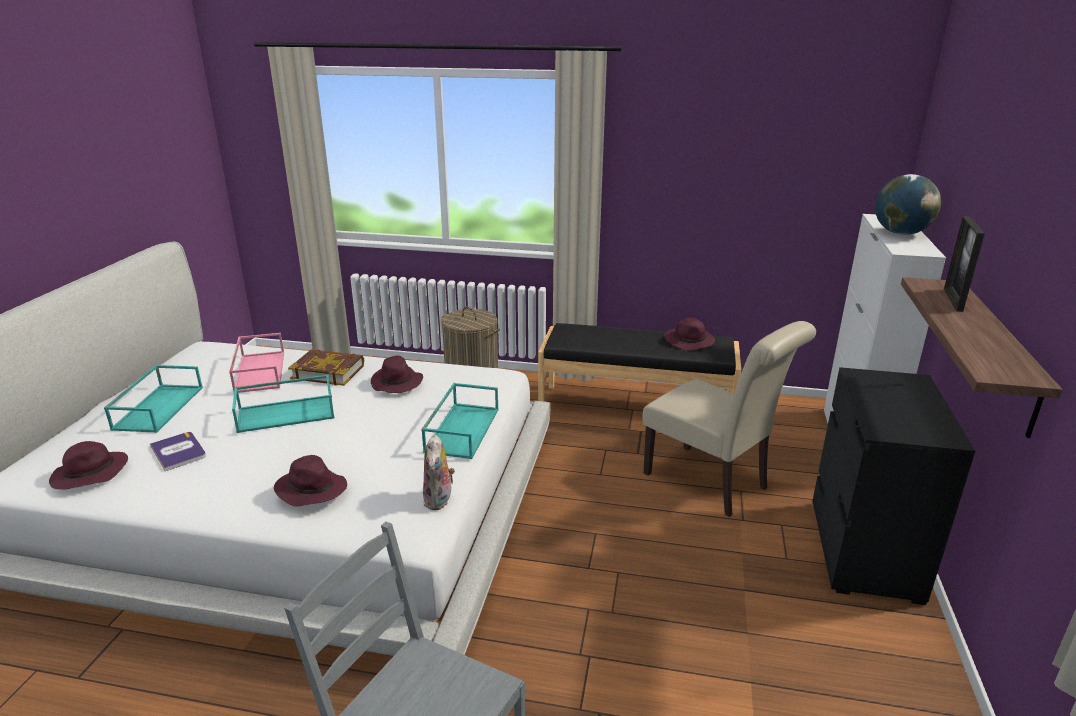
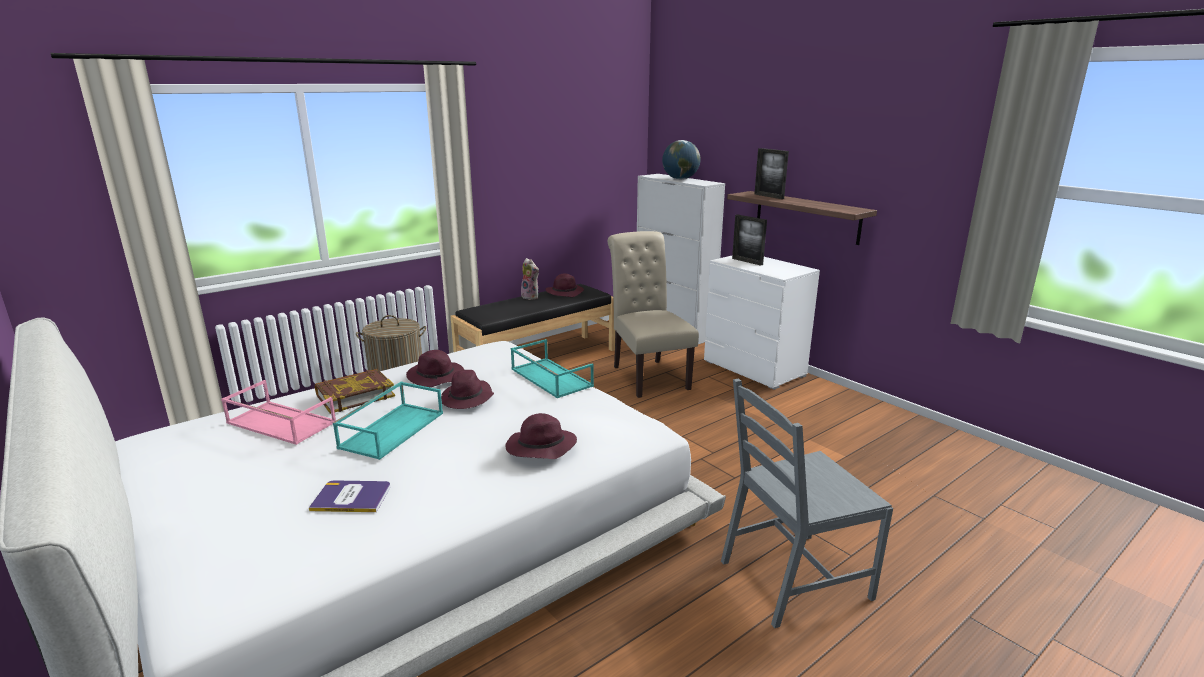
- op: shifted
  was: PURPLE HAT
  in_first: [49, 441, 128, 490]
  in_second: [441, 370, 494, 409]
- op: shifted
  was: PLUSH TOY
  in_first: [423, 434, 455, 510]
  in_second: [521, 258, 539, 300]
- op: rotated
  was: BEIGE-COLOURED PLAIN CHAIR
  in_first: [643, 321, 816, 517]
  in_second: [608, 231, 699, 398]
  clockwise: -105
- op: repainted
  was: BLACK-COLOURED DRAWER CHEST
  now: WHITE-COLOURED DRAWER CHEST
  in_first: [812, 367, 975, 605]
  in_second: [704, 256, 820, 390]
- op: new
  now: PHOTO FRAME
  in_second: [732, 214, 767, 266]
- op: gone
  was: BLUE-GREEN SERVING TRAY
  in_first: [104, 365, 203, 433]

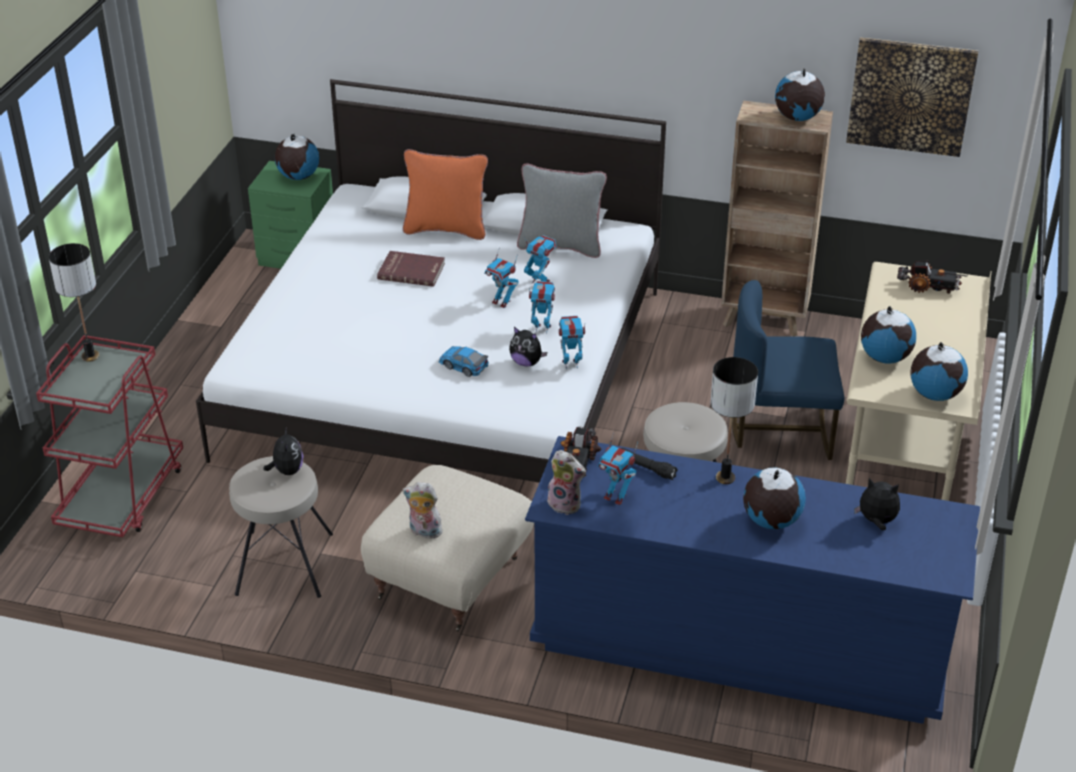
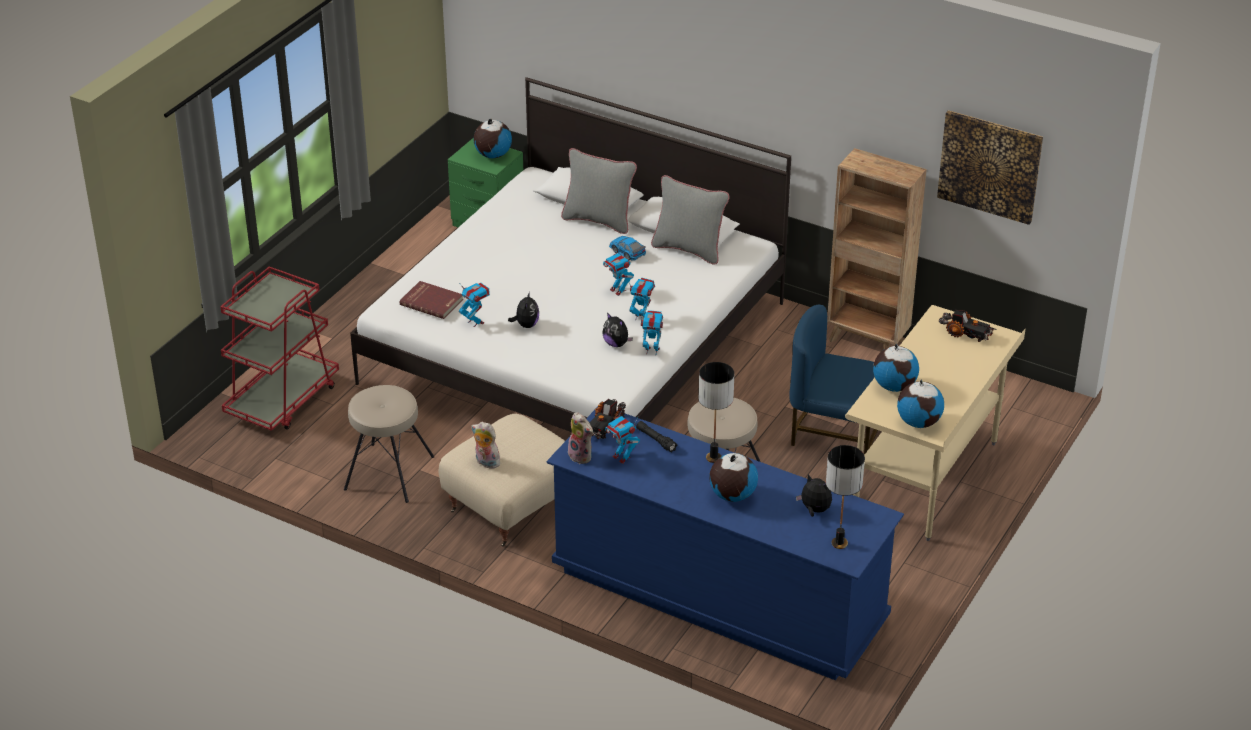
- op: shifted
  was: RED-COLOURED BOUND BOOK
  in_first: [377, 251, 445, 287]
  in_second: [400, 281, 463, 319]
- op: shifted
  was: MODEL ROBOT
  in_first: [524, 235, 556, 283]
  in_second: [459, 283, 490, 327]
- op: shifted
  was: PLUSH TOY
  in_first: [264, 427, 303, 475]
  in_second: [508, 291, 539, 328]
- op: repainted
  was: ORANGE-COLOURED PILLOW
  now: GREY PILLOW
  in_first: [403, 149, 488, 240]
  in_second: [561, 148, 637, 234]
- op: shifted
  was: TOY CAR
  in_first: [438, 346, 489, 377]
  in_second: [609, 236, 646, 261]
- op: shifted
  was: TABLE LAMP
  in_first: [49, 243, 100, 362]
  in_second: [826, 445, 865, 549]
- op: gone
  was: WORLD GLOBE
  in_first: [775, 68, 825, 121]

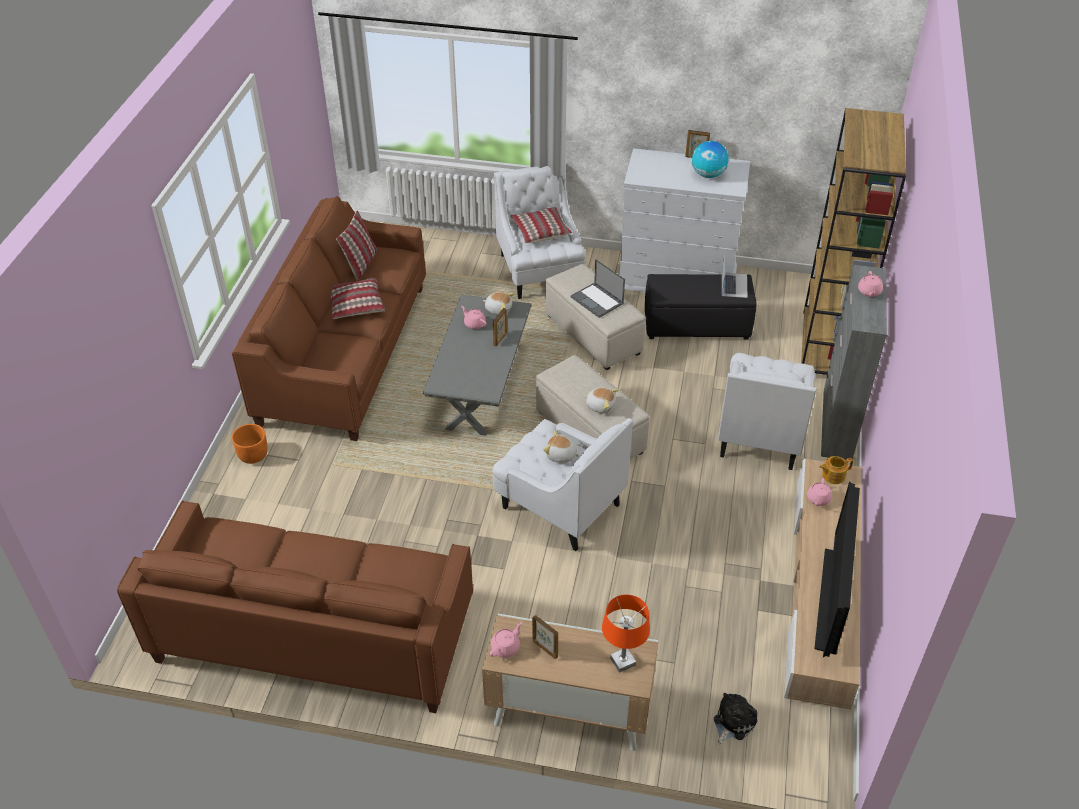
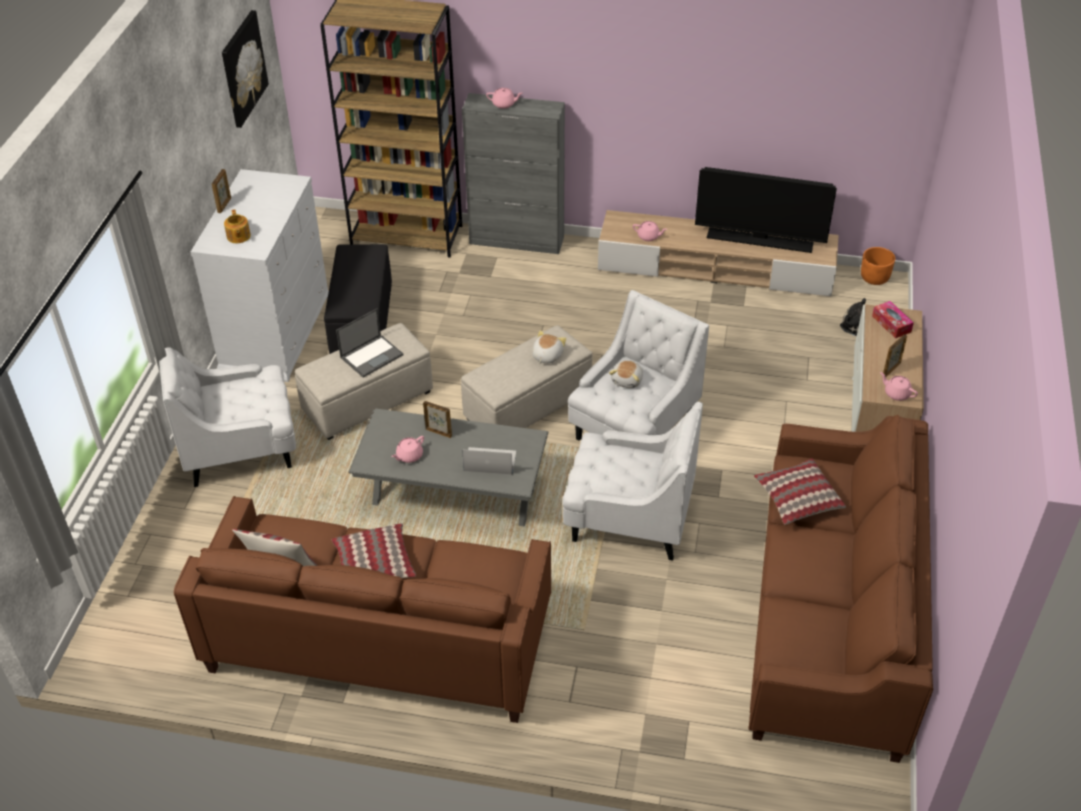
- op: new
  now: WALL ART
  in_second: [222, 10, 269, 128]
- op: shifted
  was: POT FOR TEA
  in_first: [819, 456, 853, 484]
  in_second: [224, 210, 251, 243]
- op: shifted
  was: LAPTOP
  in_first: [722, 254, 748, 298]
  in_second: [462, 447, 516, 475]
- op: shifted
  was: WHITE-COLOURED LOUNGE CHAIR
  in_first: [718, 353, 816, 470]
  in_second: [562, 402, 703, 560]
- op: shifted
  was: PILLOW
  in_first: [510, 207, 572, 243]
  in_second: [754, 458, 846, 525]
- op: shifted
  was: ORANGE-COLOURED PLANT POT
  in_first: [232, 424, 268, 464]
  in_second: [861, 247, 895, 285]
- op: swapped
  was: ORANGE-COLOURED TABLE LAMP
  now: TISSUE HOLDER
  in_first: [602, 595, 650, 673]
  in_second: [872, 301, 914, 338]
- op: gone
  was: PLUSH TOY
  in_first: [483, 292, 515, 315]
- op: gone
  was: WORLD GLOBE
  in_first: [692, 141, 729, 178]

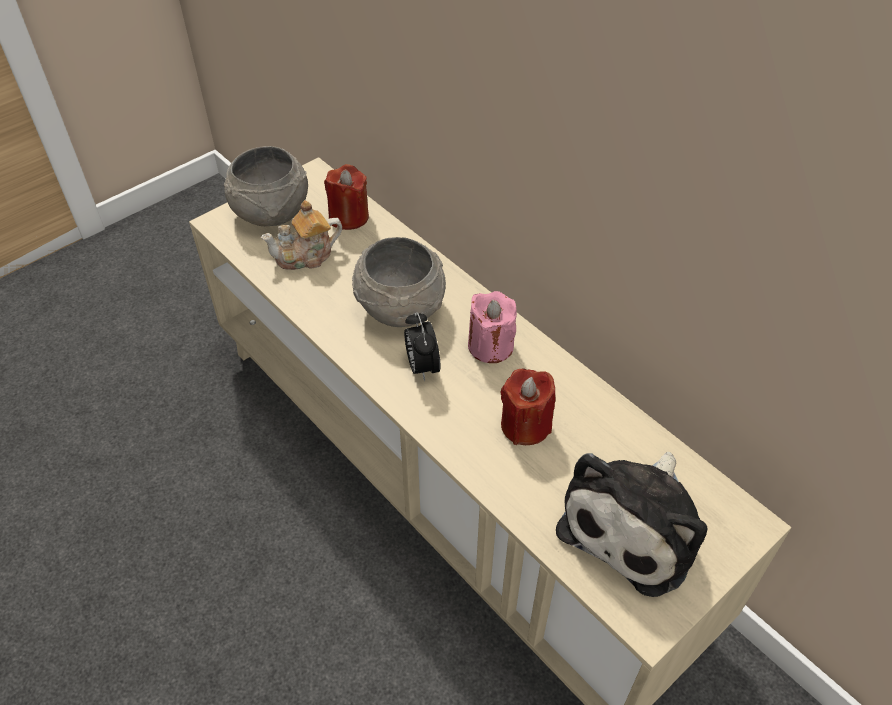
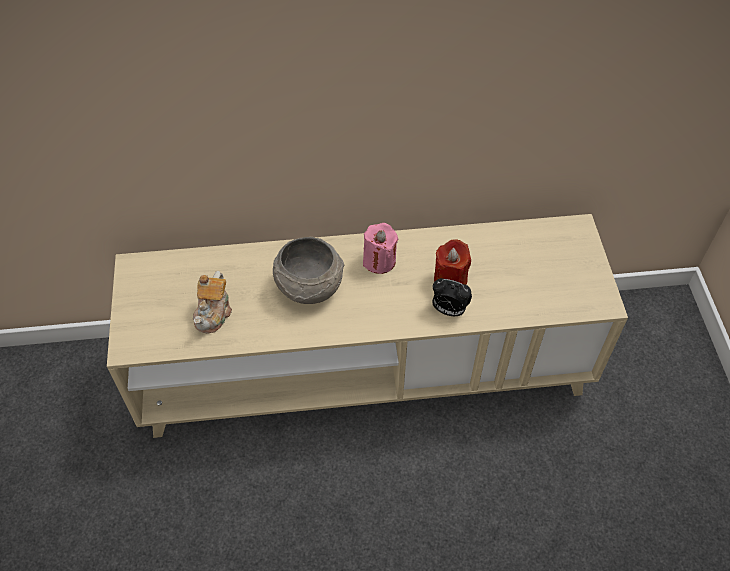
- op: shifted
  was: TABLE CLOCK
  in_first: [404, 312, 441, 381]
  in_second: [432, 278, 472, 316]
- op: gone
  was: GREY BOWL
  in_first: [224, 146, 308, 226]
- op: gone
  was: RED-COLOURED WAX CANDLE
  in_first: [324, 164, 369, 230]
- op: gone
  was: PLUSH TOY
  in_first: [556, 452, 707, 597]

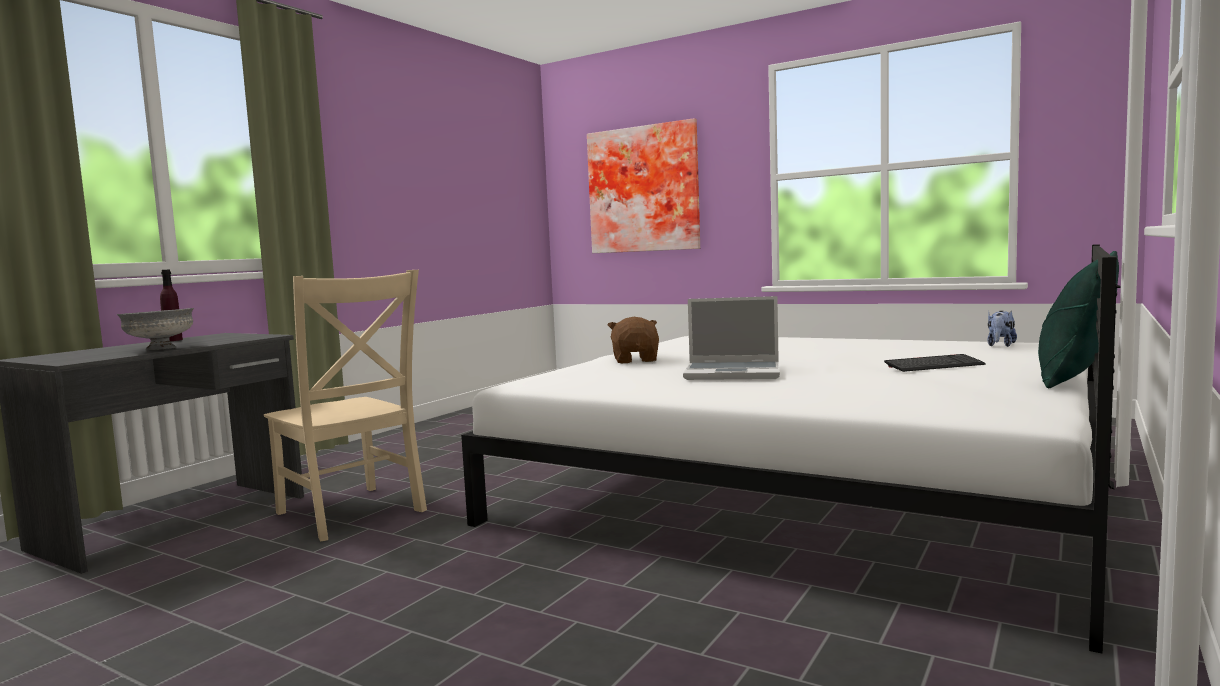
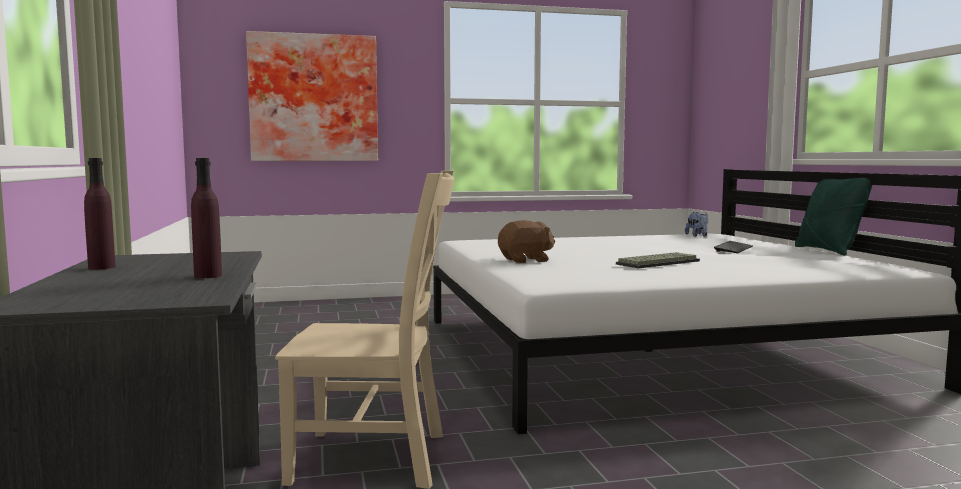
- op: swapped
  was: GREY BOWL
  now: PURPLE BOTTLE
  in_first: [117, 308, 194, 350]
  in_second: [191, 158, 222, 278]
- op: rotated
  was: BROWN-COLOURED PLUSH TOY
  in_first: [608, 317, 659, 363]
  in_second: [498, 220, 555, 263]
  clockwise: 120
- op: swapped
  was: LAPTOP
  now: KEYBOARD
  in_first: [683, 296, 780, 380]
  in_second: [616, 252, 700, 268]

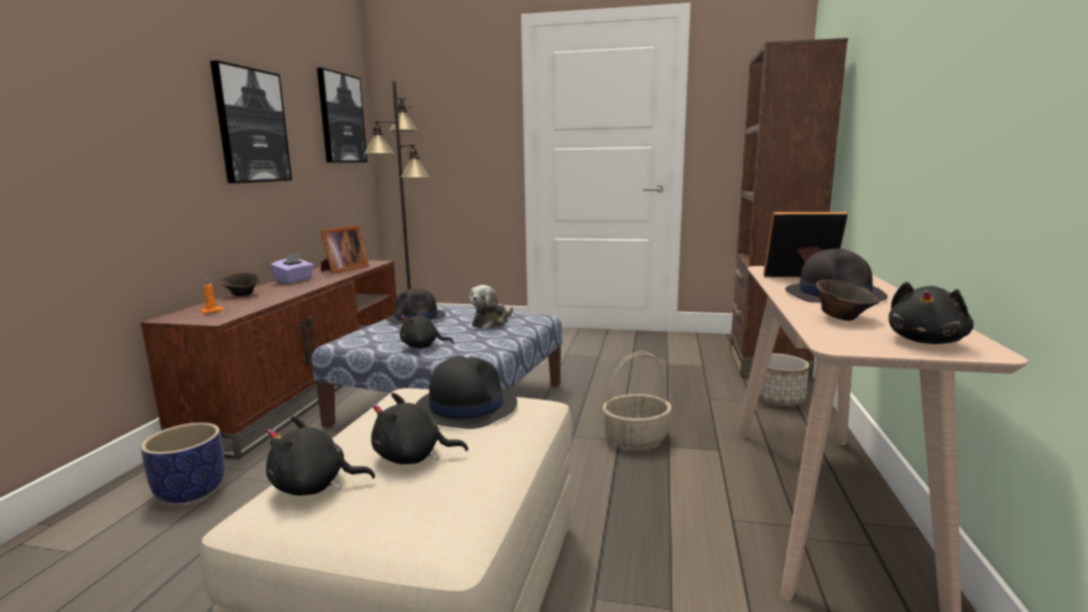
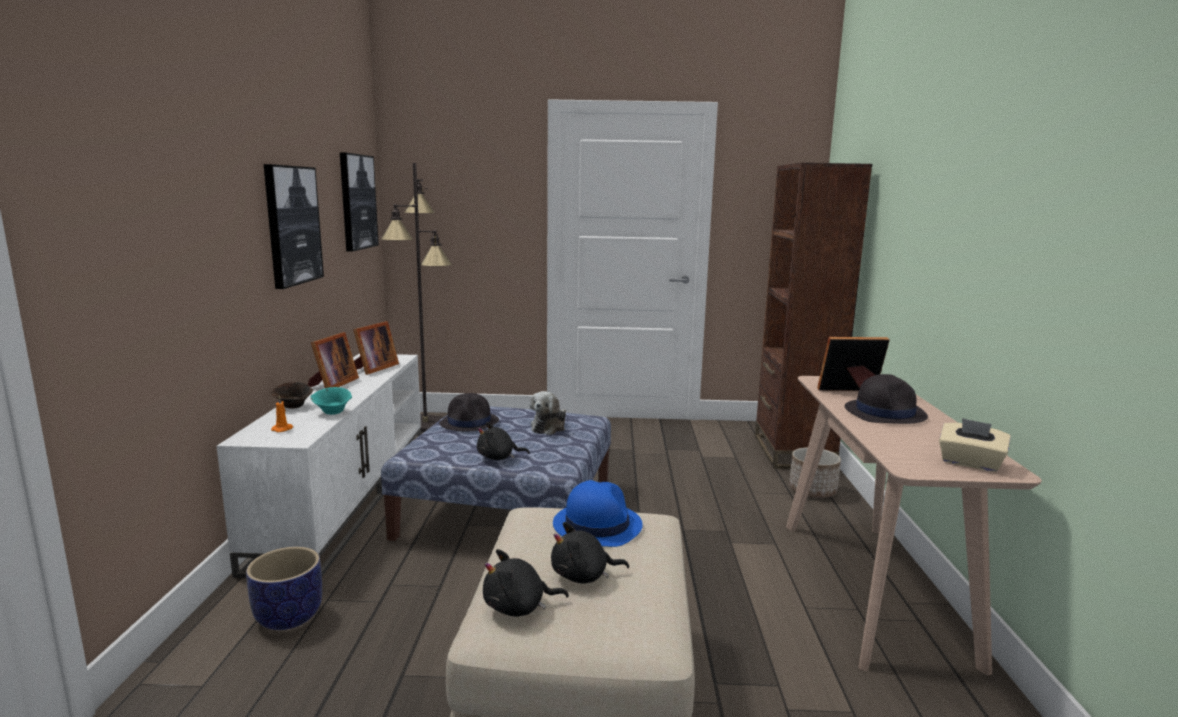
- op: repainted
  was: BROWN-COLOURED TV STAND
  now: WHITE-COLOURED TV STAND
  in_first: [141, 260, 397, 460]
  in_second: [216, 353, 421, 578]
- op: swapped
  was: PURPLE TISSUE HOLDER
  now: PHOTO FRAME
  in_first: [270, 253, 314, 283]
  in_second: [308, 332, 359, 388]
- op: new
  now: BLUE-GREEN BOWL
  in_second: [310, 387, 352, 415]
- op: repainted
  was: BLACK-COLOURED HAT
  now: BLUE-COLOURED HAT
  in_first: [416, 356, 517, 429]
  in_second: [553, 480, 643, 547]
- op: swapped
  was: BLACK-COLOURED PLUSH TOY
  now: BEIGE-COLOURED TISSUE HOLDER
  in_first: [889, 282, 974, 344]
  in_second: [939, 418, 1011, 472]
- op: gone
  was: BASKET
  in_first: [603, 351, 672, 448]
- op: gone
  was: BROWN-COLOURED BOWL
  in_first: [816, 280, 879, 321]

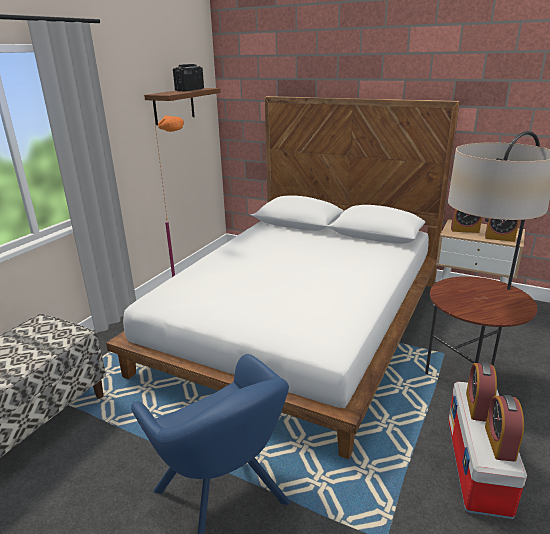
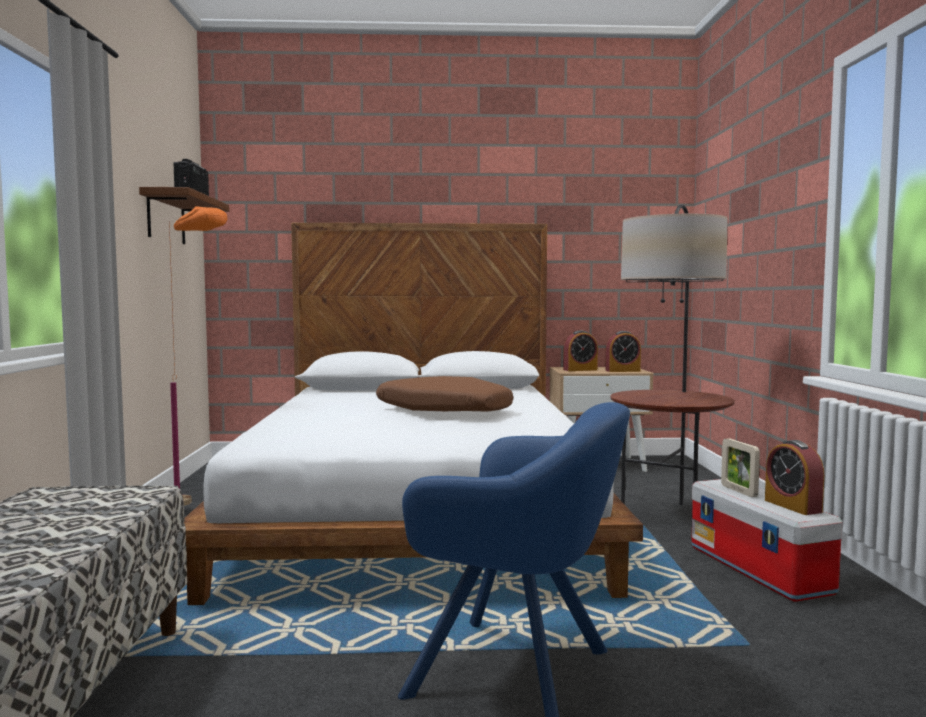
- op: new
  now: BROWN-COLOURED PILLOW
  in_second: [376, 376, 514, 412]
- op: swapped
  was: TABLE CLOCK
  now: PHOTO FRAME
  in_first: [466, 362, 497, 422]
  in_second: [721, 438, 760, 497]

